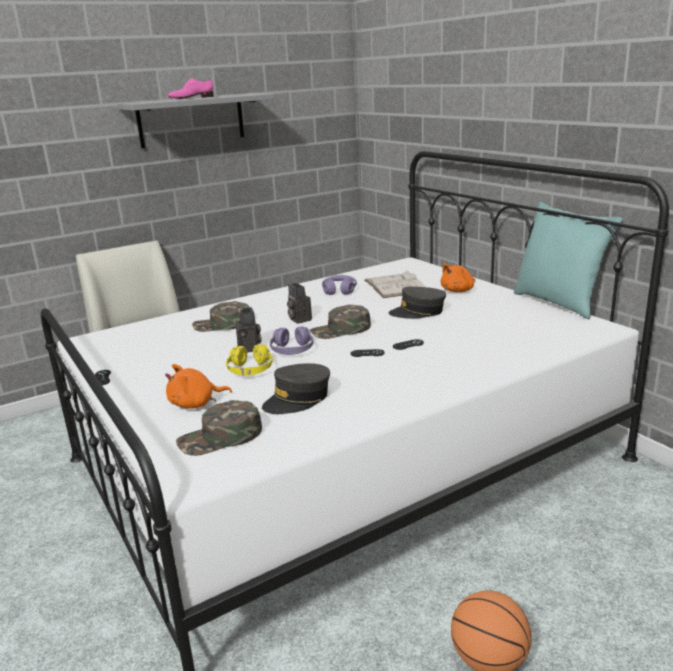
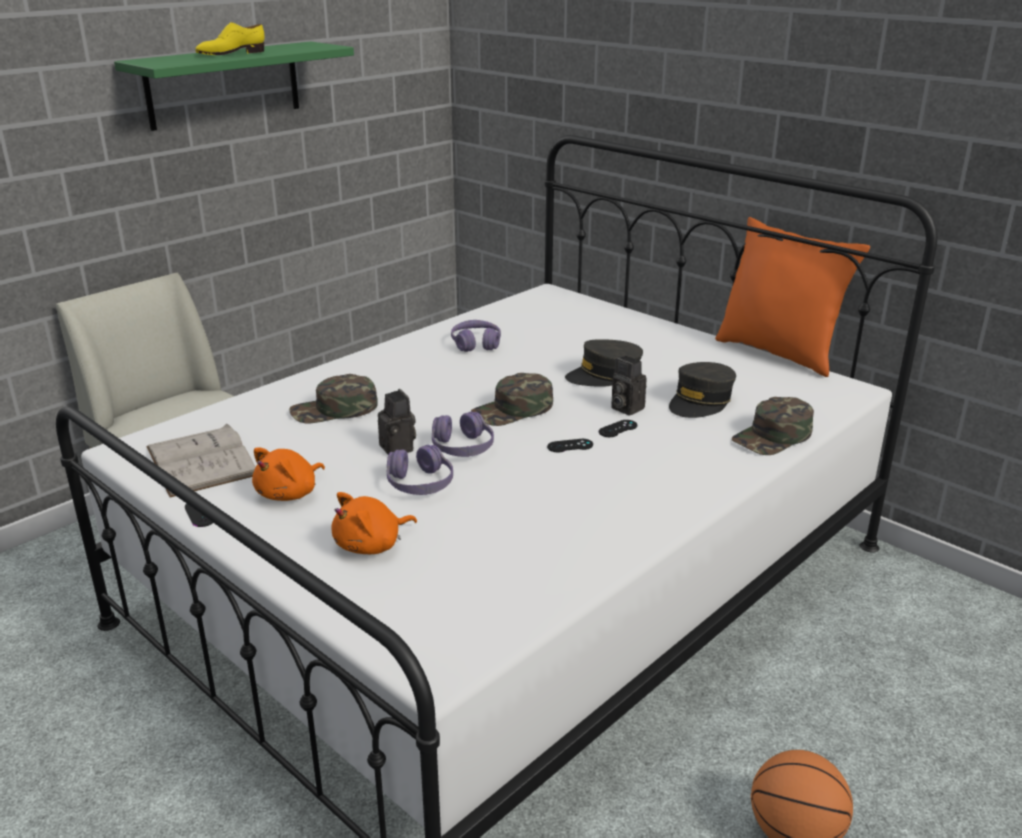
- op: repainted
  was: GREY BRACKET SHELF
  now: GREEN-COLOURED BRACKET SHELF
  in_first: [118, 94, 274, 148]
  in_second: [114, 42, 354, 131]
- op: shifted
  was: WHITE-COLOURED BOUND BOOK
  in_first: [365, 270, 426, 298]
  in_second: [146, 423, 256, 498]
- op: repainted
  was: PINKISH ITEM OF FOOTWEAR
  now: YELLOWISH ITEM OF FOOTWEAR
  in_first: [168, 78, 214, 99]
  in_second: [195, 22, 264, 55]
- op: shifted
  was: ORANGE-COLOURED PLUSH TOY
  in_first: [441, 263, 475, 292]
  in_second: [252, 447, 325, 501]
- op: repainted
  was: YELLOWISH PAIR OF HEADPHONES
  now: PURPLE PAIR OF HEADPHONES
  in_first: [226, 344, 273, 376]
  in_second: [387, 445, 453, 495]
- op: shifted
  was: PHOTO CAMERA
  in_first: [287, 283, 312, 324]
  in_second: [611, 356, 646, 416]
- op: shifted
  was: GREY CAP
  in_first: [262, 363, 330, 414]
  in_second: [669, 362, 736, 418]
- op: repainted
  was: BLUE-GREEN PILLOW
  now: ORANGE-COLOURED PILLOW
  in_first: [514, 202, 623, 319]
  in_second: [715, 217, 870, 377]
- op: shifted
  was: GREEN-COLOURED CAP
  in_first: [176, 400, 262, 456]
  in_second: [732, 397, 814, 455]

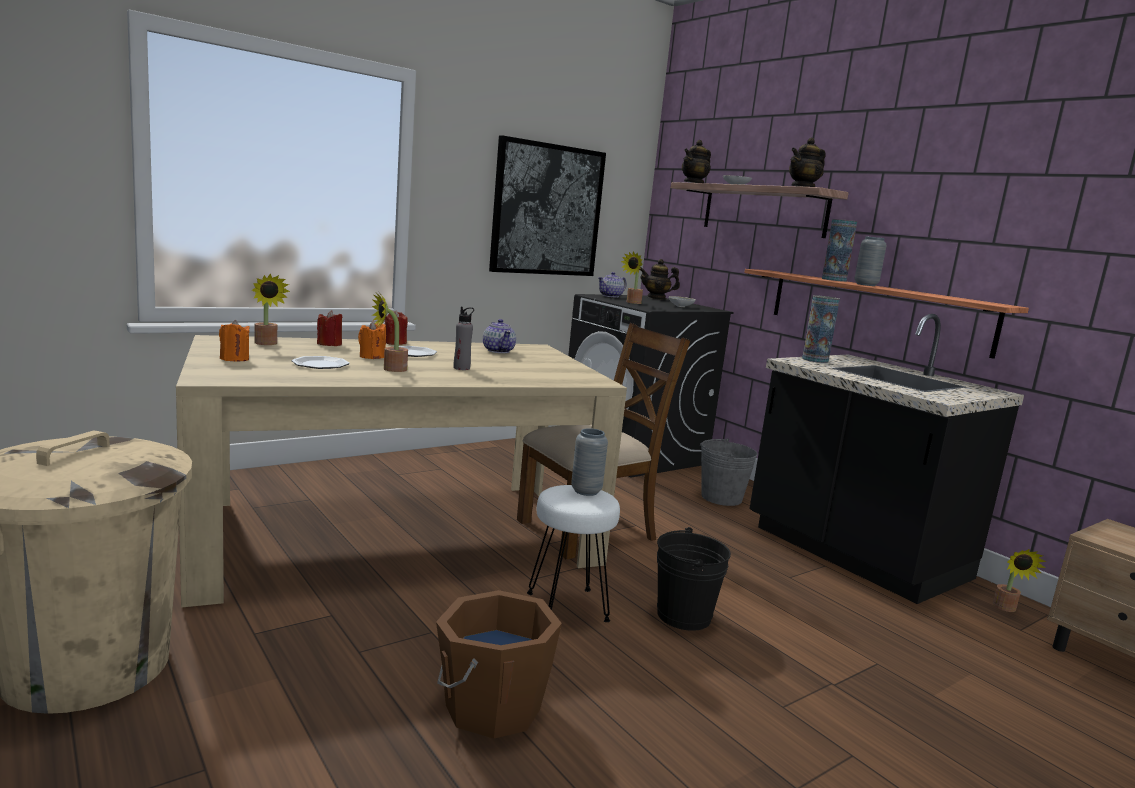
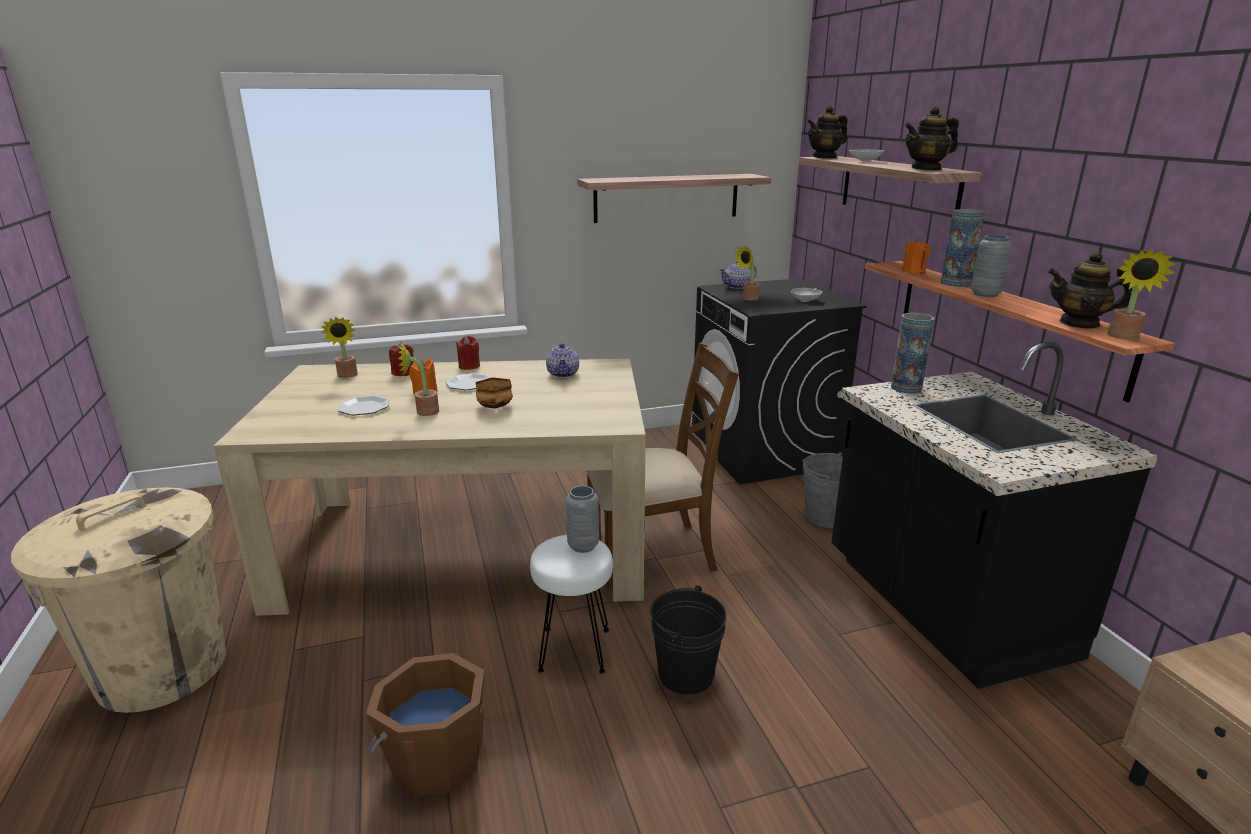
- op: swapped
  was: GREY BOTTLE
  now: BOWL
  in_first: [454, 307, 474, 370]
  in_second: [476, 377, 513, 409]
- op: swapped
  was: WALL ART
  now: BRACKET SHELF
  in_first: [489, 135, 606, 276]
  in_second: [577, 174, 771, 223]
- op: shifted
  was: ORANGE-COLOURED WAX CANDLE
  in_first: [219, 320, 250, 362]
  in_second: [902, 238, 931, 274]
- op: shifted
  was: POT FOR TEA
  in_first: [639, 259, 680, 299]
  in_second: [1048, 251, 1132, 329]
- op: shifted
  was: PLANT IN A POT
  in_first: [993, 549, 1046, 612]
  in_second: [1108, 249, 1175, 340]

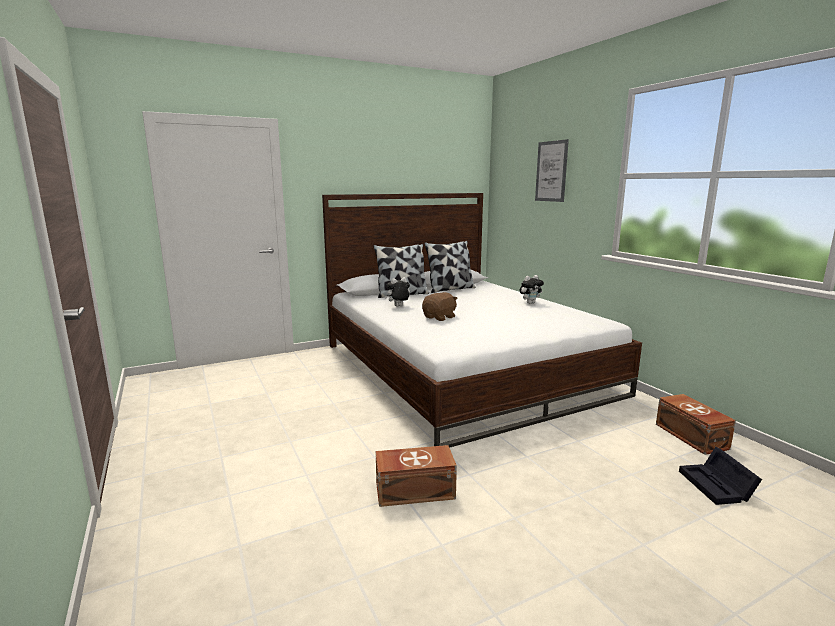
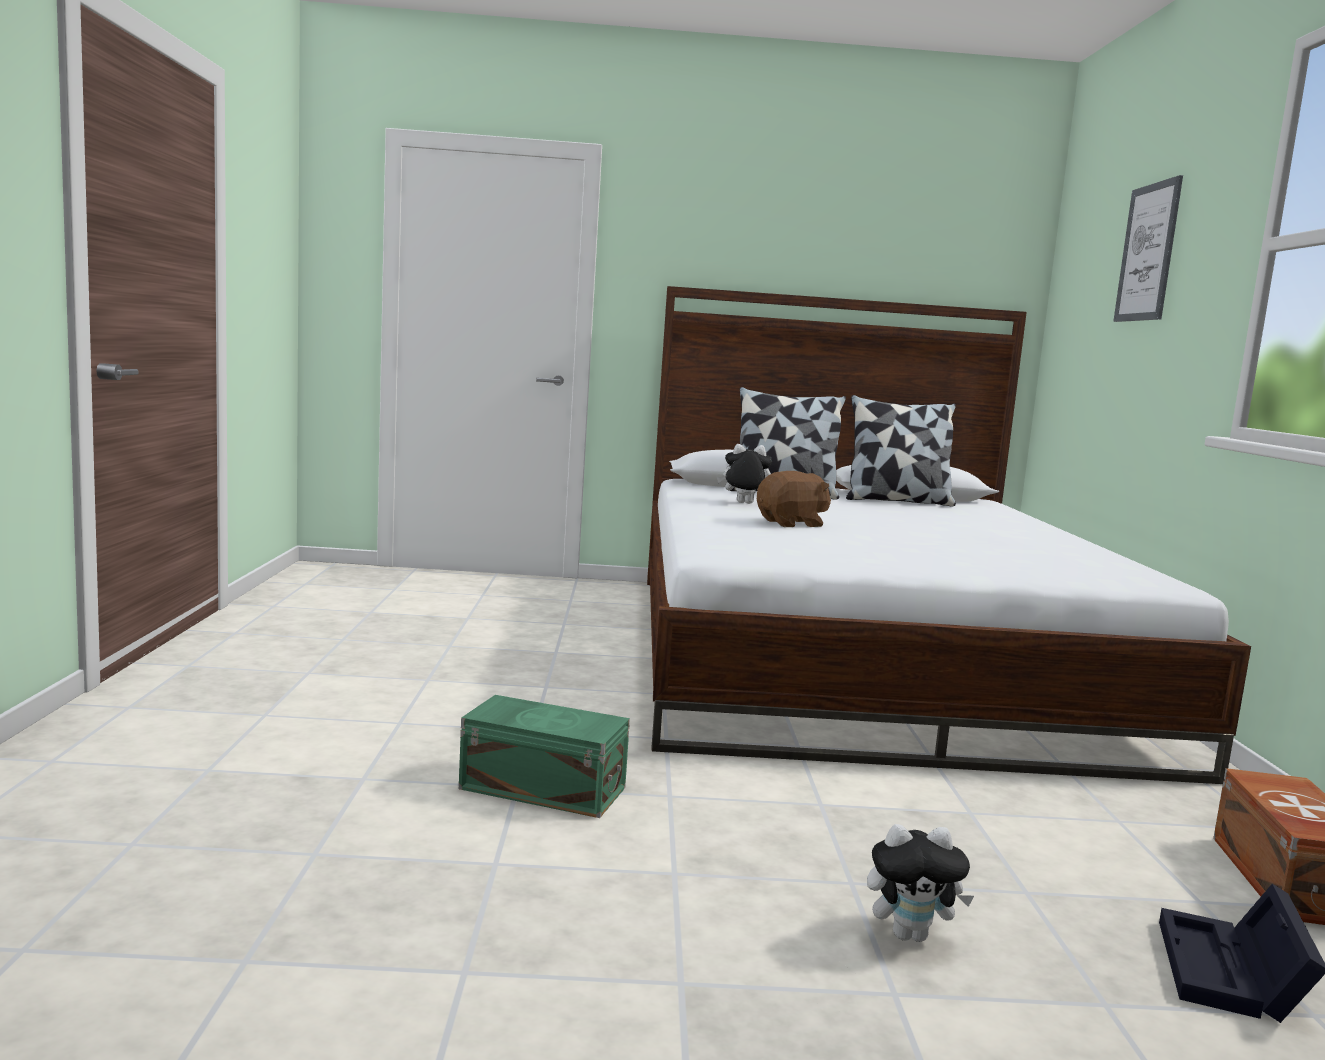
- op: repainted
  was: BROWN-COLOURED STORAGE BIN
  now: GREEN-COLOURED STORAGE BIN
  in_first: [376, 445, 457, 507]
  in_second: [459, 695, 630, 818]
- op: shifted
  was: PLUSH TOY
  in_first: [519, 275, 544, 304]
  in_second: [867, 824, 974, 942]

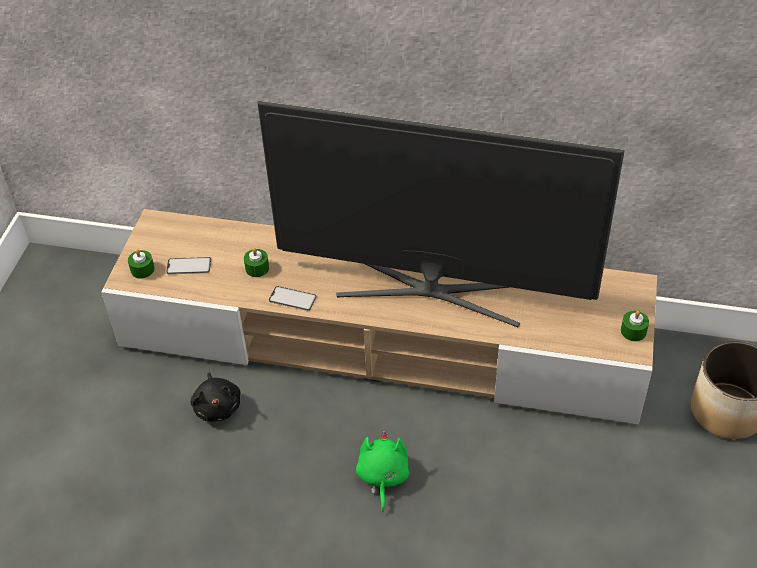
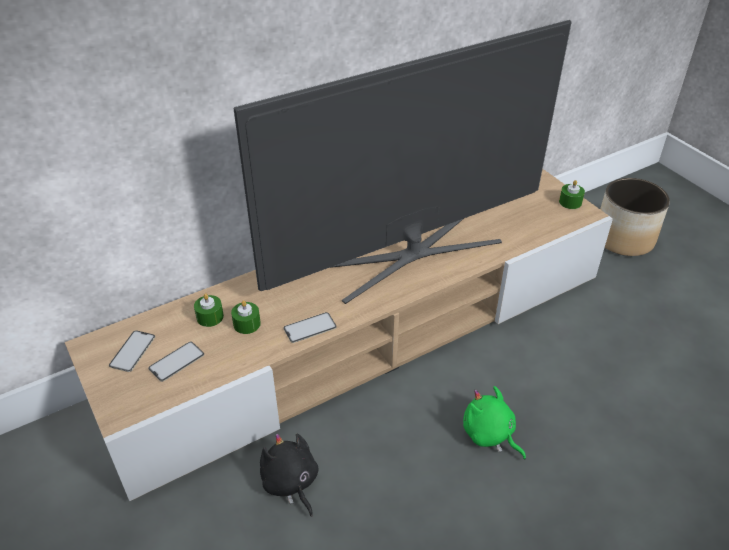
- op: new
  now: TELEPHONE
  in_second: [109, 330, 155, 372]
- op: shifted
  was: GREEN-COLOURED WAX CANDLE
  in_first: [128, 249, 155, 279]
  in_second: [194, 293, 224, 327]
- op: rotated
  was: BLACK-COLOURED PLUSH TOY
  in_first: [191, 372, 241, 422]
  in_second: [260, 434, 318, 517]
  clockwise: -150

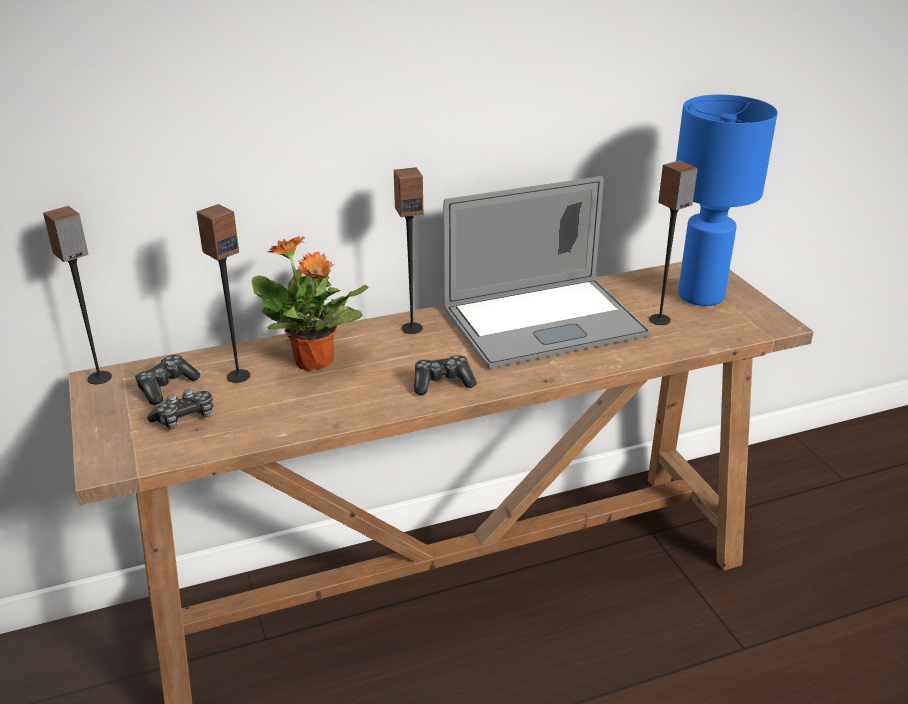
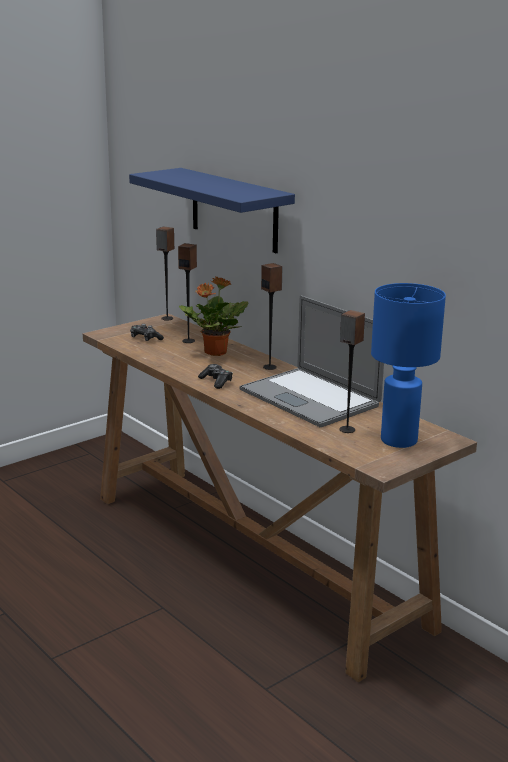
- op: new
  now: BLUE-COLOURED BRACKET SHELF
  in_second: [129, 168, 295, 253]
- op: gone
  was: GAME CONTROLLER
  in_first: [135, 355, 201, 405]

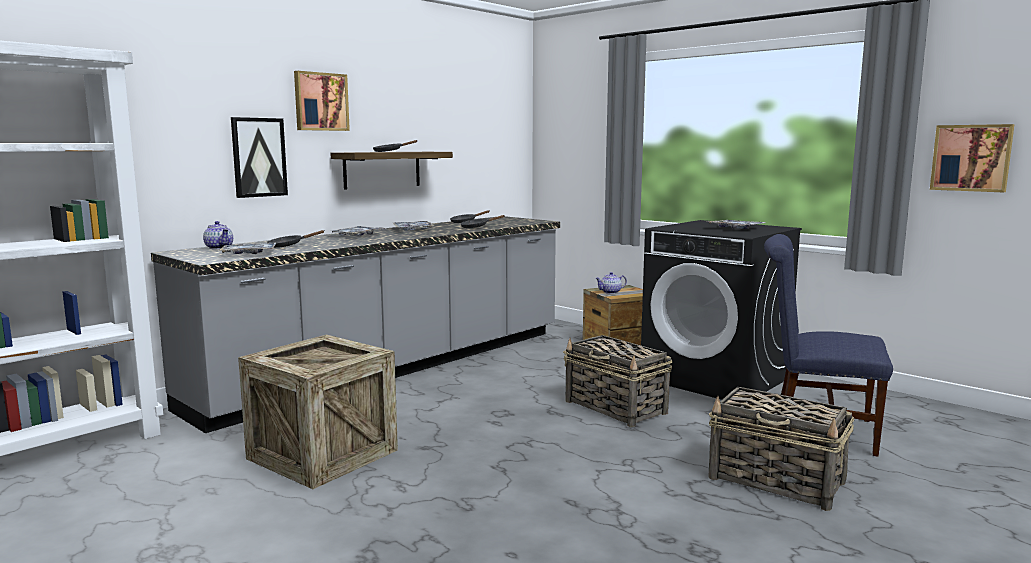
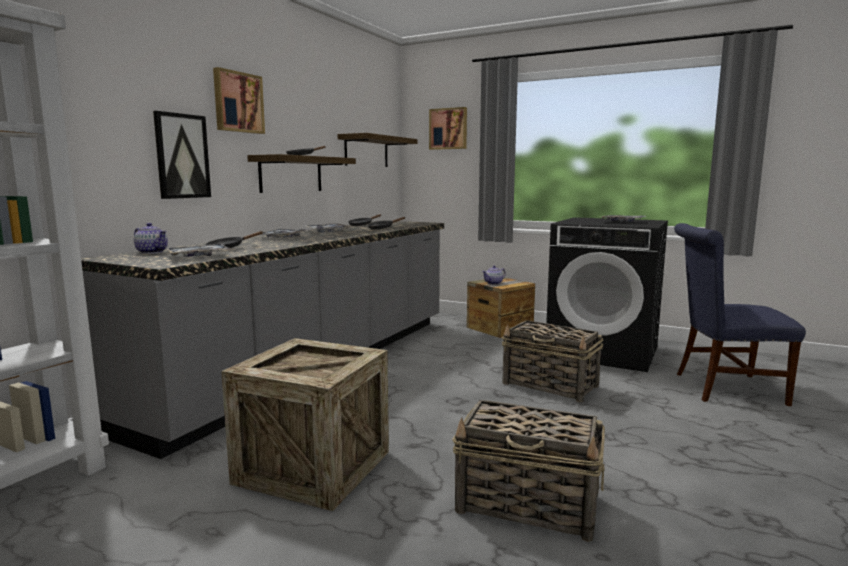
- op: new
  now: BRACKET SHELF
  in_second: [338, 133, 417, 167]
- op: shifted
  was: WALL ART
  in_first: [930, 124, 1015, 192]
  in_second: [429, 107, 467, 150]
- op: shifted
  was: BASKET
  in_first: [708, 387, 854, 511]
  in_second: [452, 400, 605, 542]

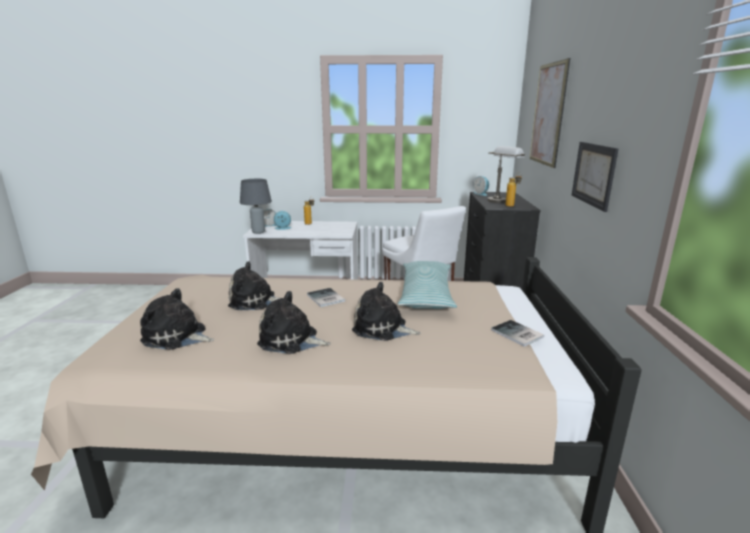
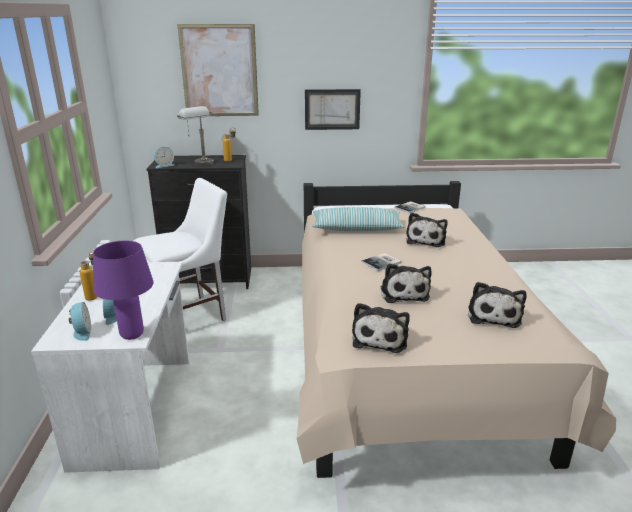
- op: repainted
  was: GREY TABLE LAMP
  now: PURPLE TABLE LAMP
  in_first: [240, 179, 272, 234]
  in_second: [93, 241, 154, 340]
- op: shifted
  was: PLUSH TOY
  in_first: [257, 291, 331, 354]
  in_second: [352, 303, 410, 353]

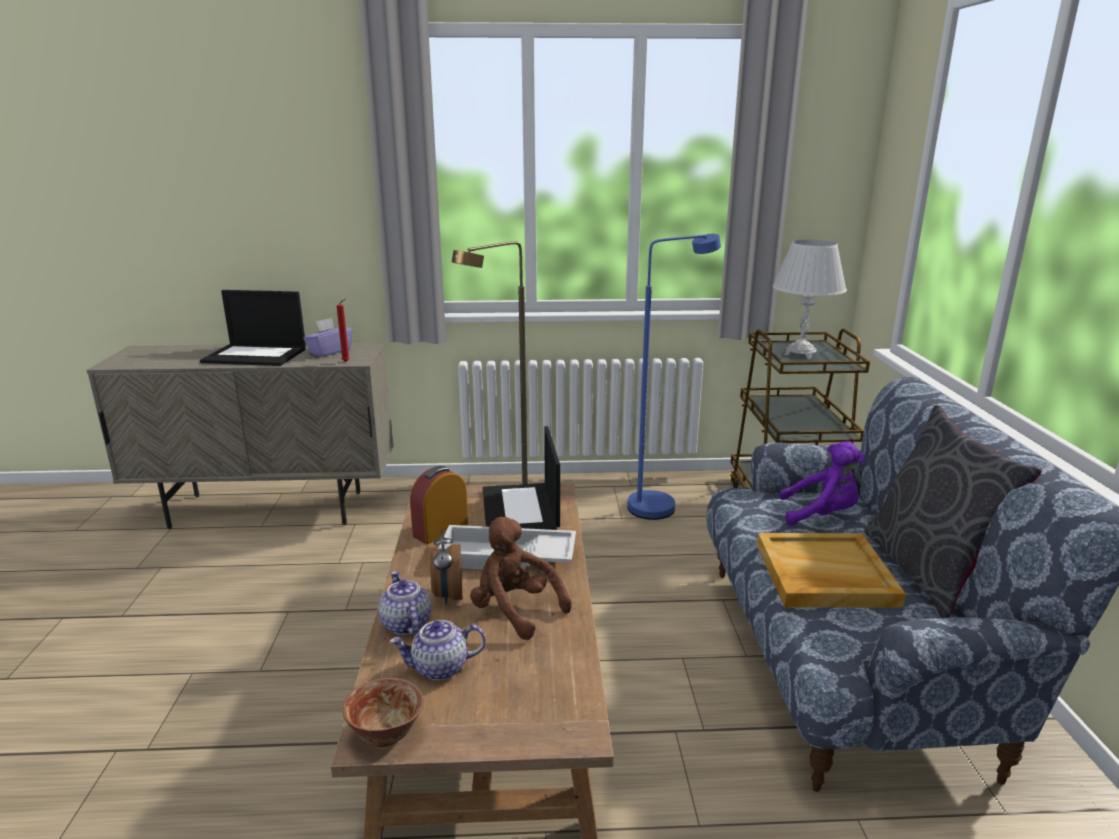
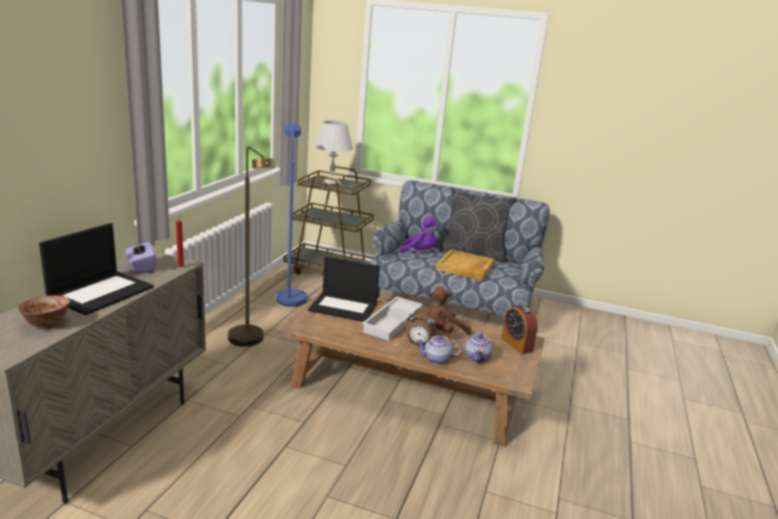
- op: shifted
  was: BOWL
  in_first: [343, 678, 424, 747]
  in_second: [17, 296, 70, 329]
- op: rotated
  was: PURPLE PLUSH TOY
  in_first: [779, 441, 865, 526]
  in_second: [400, 216, 438, 253]
  clockwise: 75
- op: shifted
  was: TABLE CLOCK
  in_first: [410, 466, 468, 544]
  in_second: [501, 305, 538, 354]

